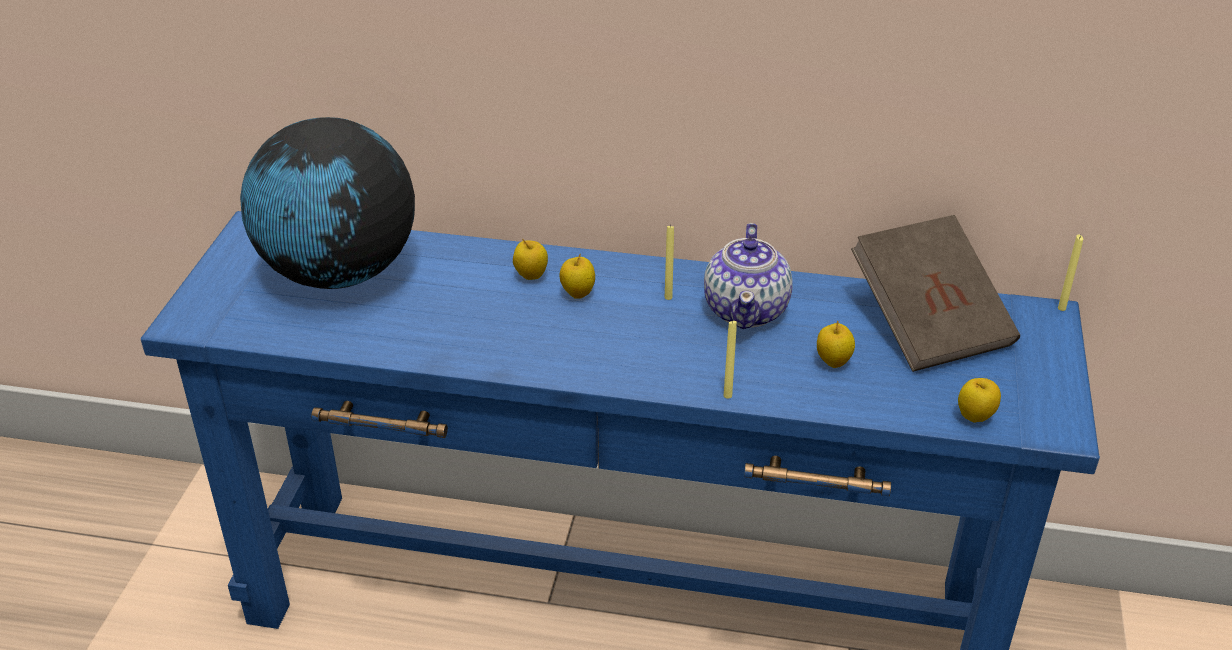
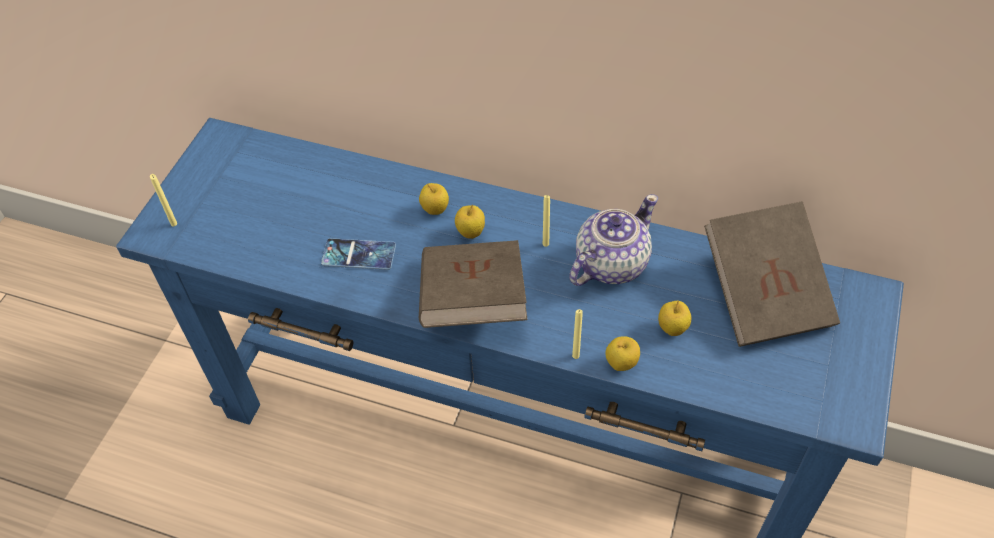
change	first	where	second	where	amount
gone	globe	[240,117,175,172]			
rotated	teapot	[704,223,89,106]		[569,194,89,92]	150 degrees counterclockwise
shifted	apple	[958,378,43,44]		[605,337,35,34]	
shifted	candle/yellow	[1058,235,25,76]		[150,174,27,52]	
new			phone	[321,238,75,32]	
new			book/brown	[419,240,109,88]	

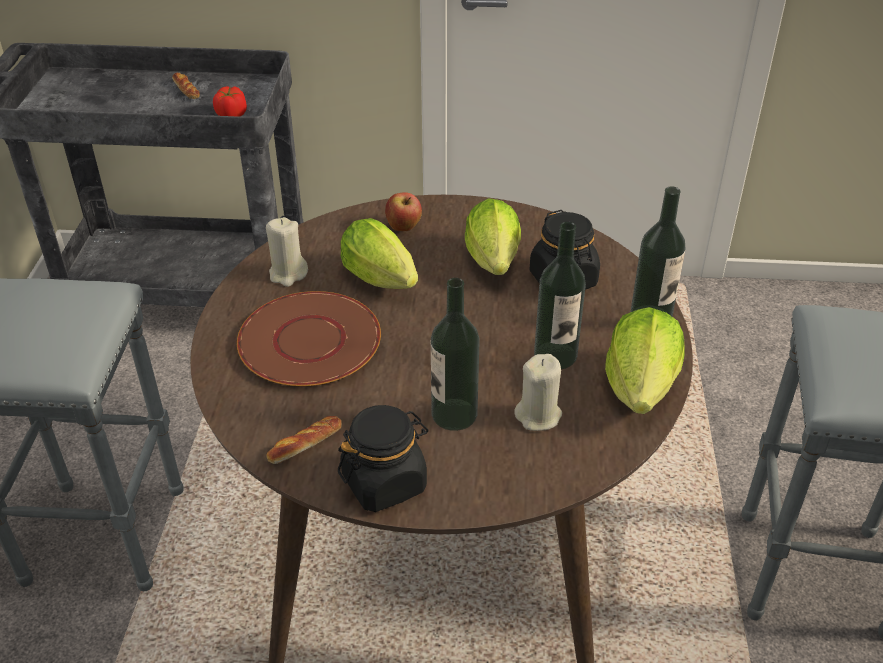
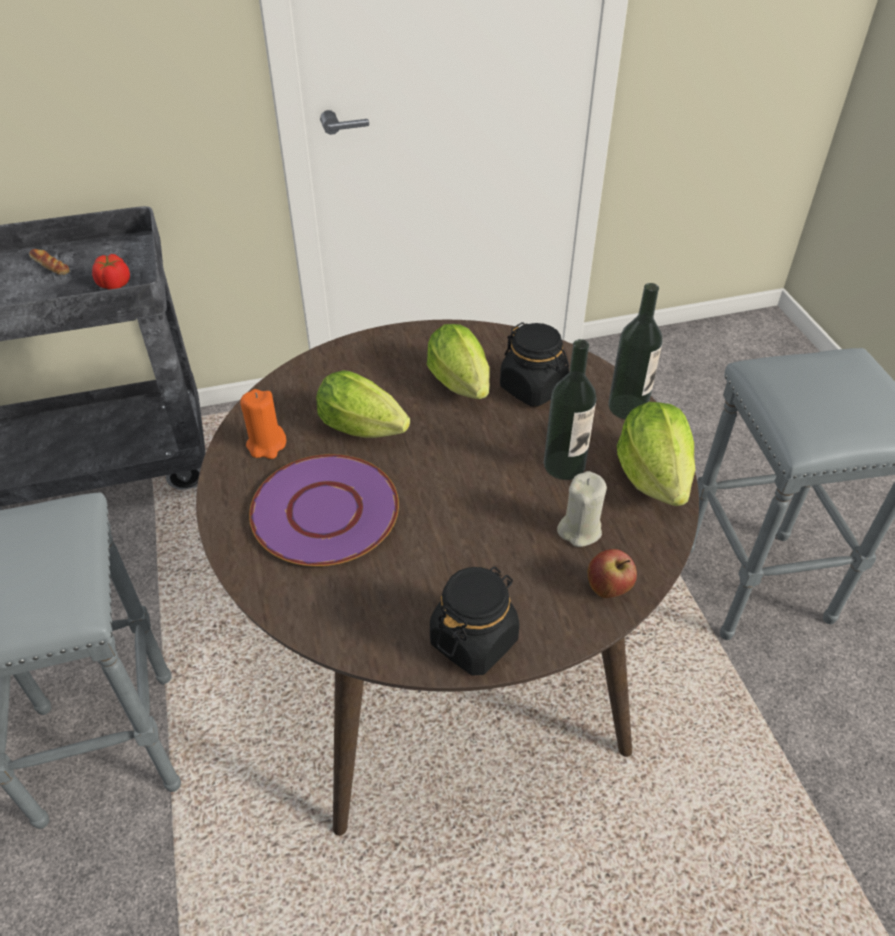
change	first	where	second	where	amount
repainted	plate/brown	[237,291,144,96]	plate/purple	[249,454,150,112]	
repainted	candle/beige	[266,217,42,70]	candle/orange	[240,389,46,70]	
gone	bread	[266,416,76,48]			
shifted	apple	[385,192,37,39]		[587,549,50,49]	
gone	bottle	[431,278,48,153]			

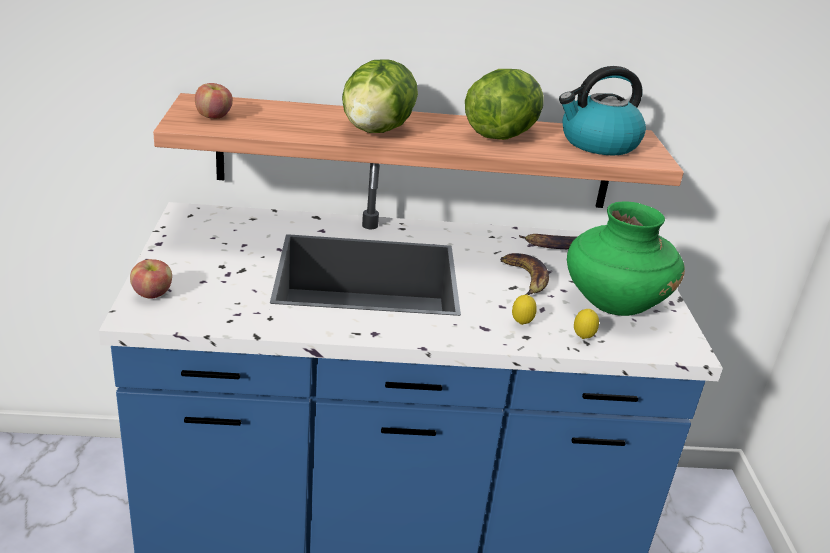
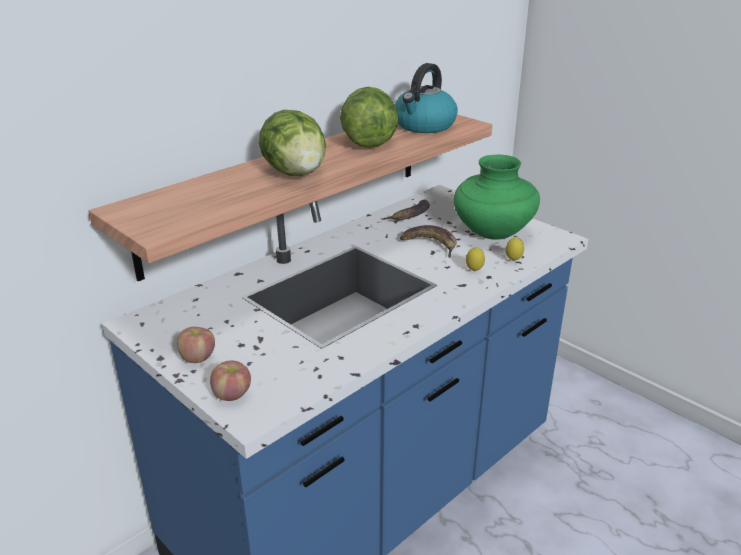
change	first	where	second	where	amount
shifted	apple	[195,83,38,36]		[177,327,38,36]	

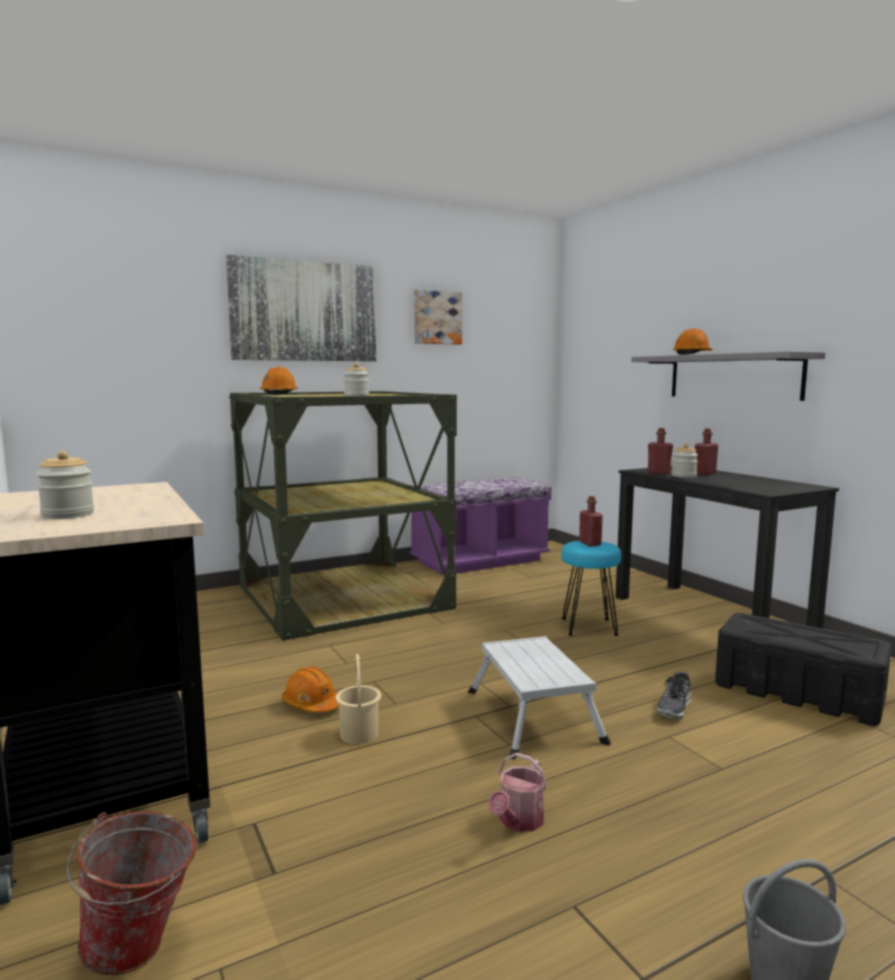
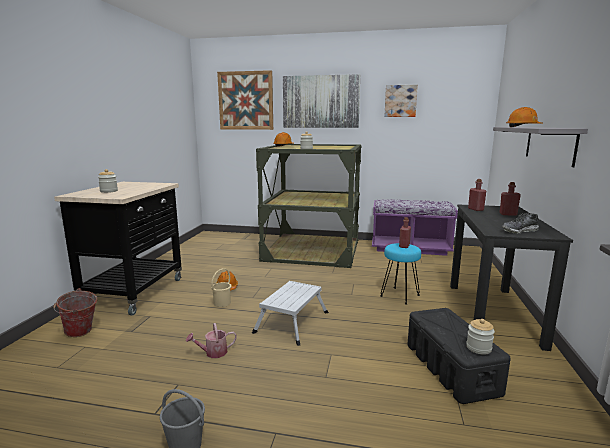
change	first	where	second	where	amount
shifted	shoe	[656,672,35,47]		[502,213,37,20]	
shifted	jar	[672,444,26,34]		[466,319,29,36]	
new			picture	[217,70,56,60]	

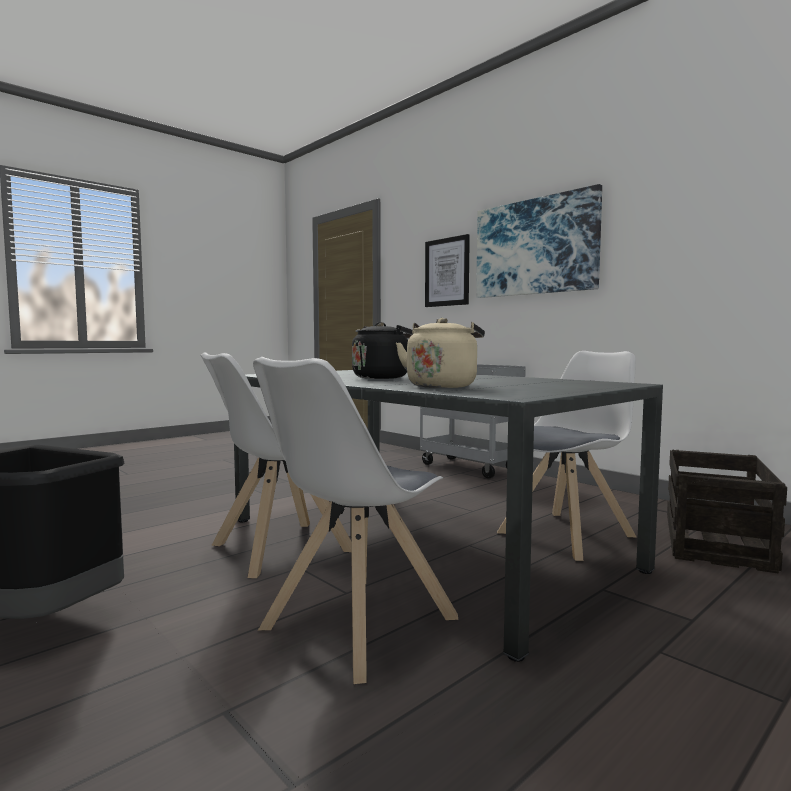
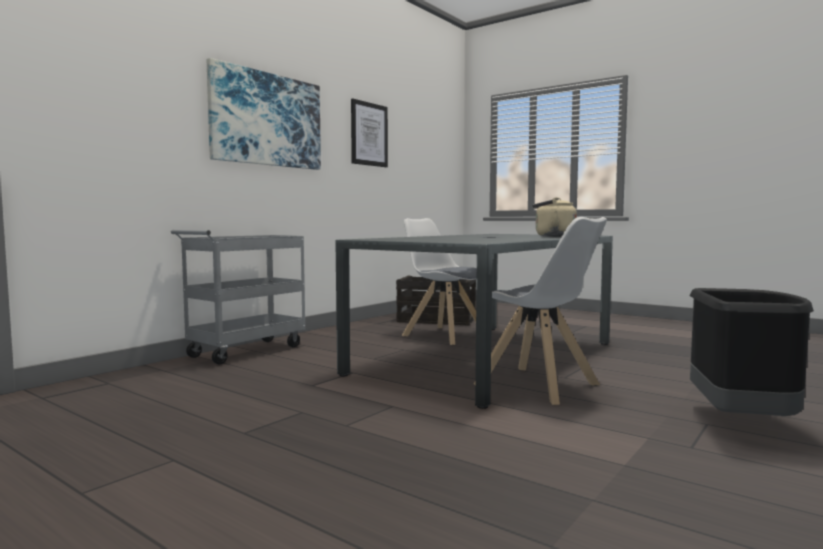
change	first	where	second	where	amount
gone	chair	[253,357,205,327]			
gone	kettle/black	[352,322,61,57]			
shifted	picture	[425,234,45,73]		[351,99,37,68]	

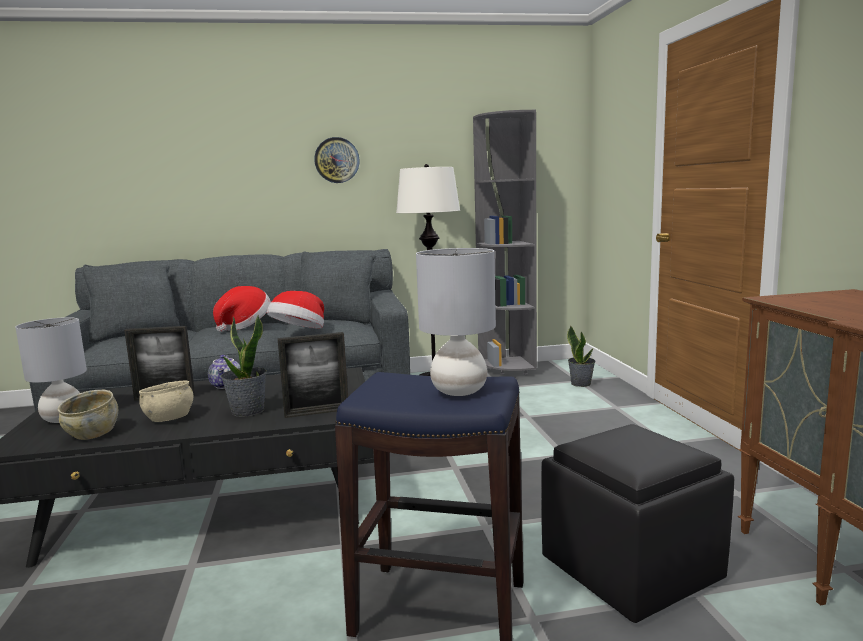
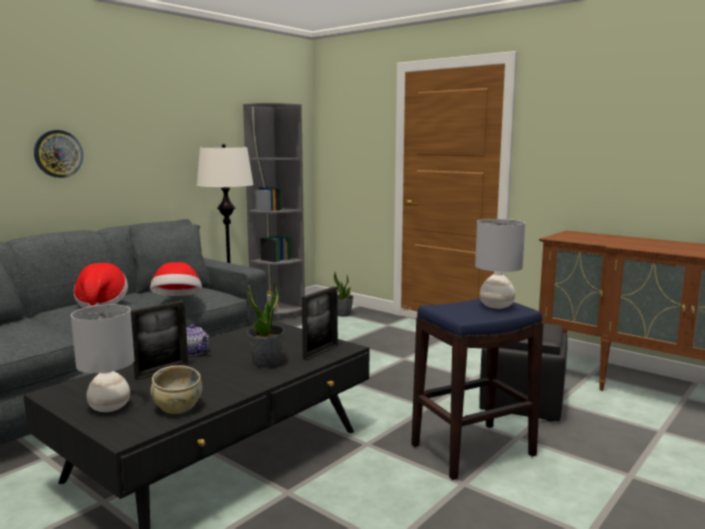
change	first	where	second	where	amount
gone	bowl/beige	[139,381,54,41]			
shifted	wall clock	[314,137,46,46]		[34,130,49,48]	

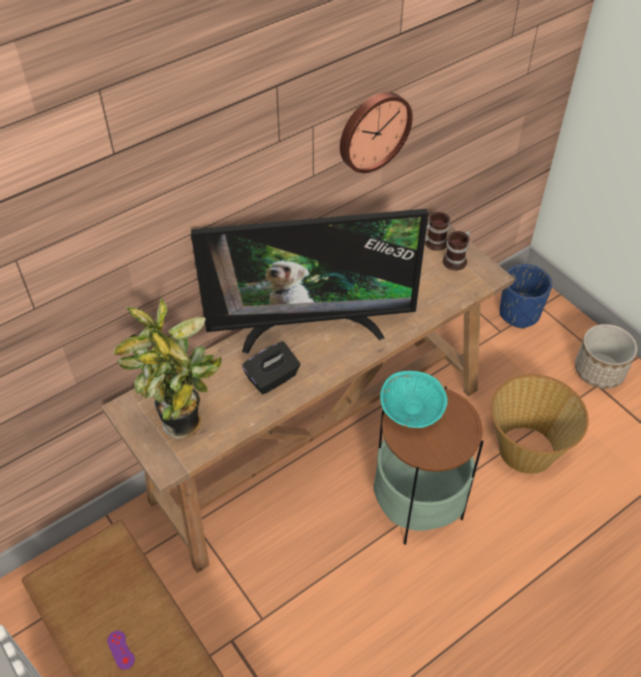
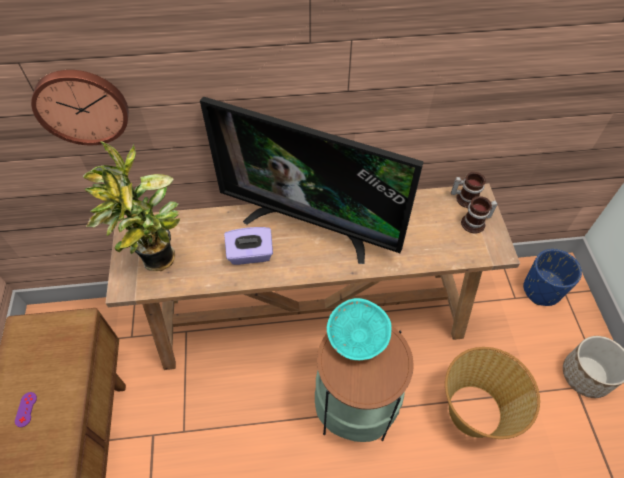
change	first	where	second	where	amount
repainted	tissue box/black	[242,341,58,54]	tissue box/purple	[224,227,49,38]	
shifted	wall clock	[340,92,73,81]		[31,70,98,75]	

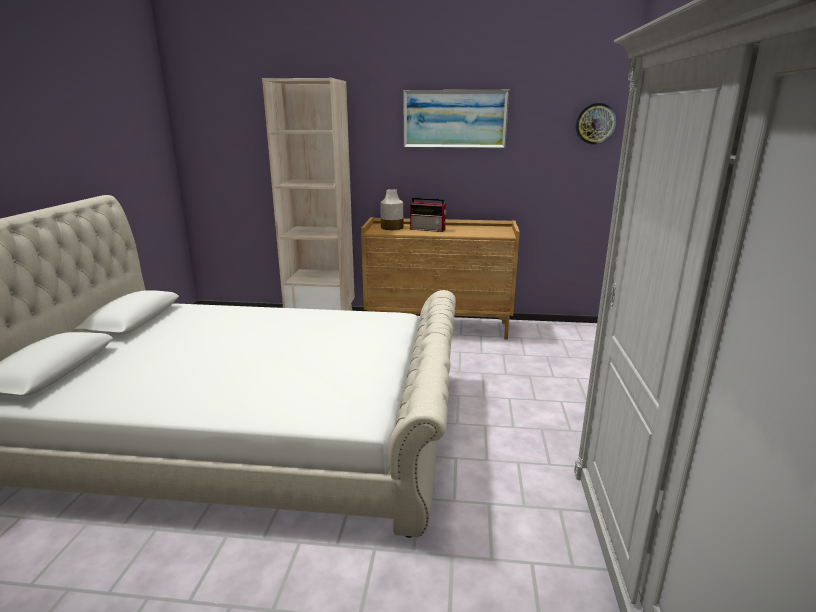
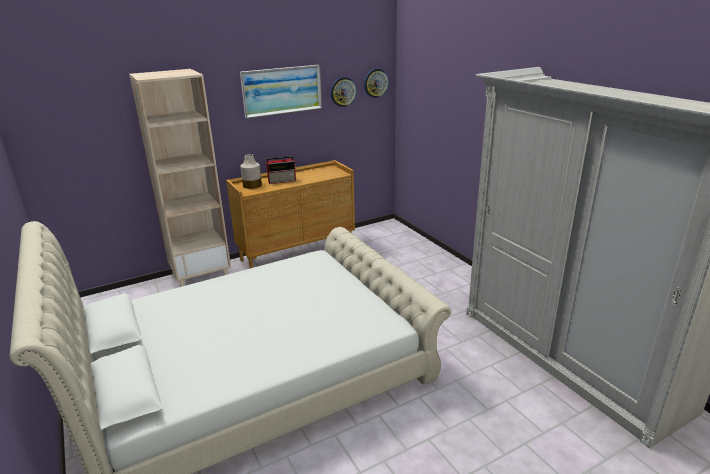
change	first	where	second	where	amount
new			wall clock	[331,77,26,30]	

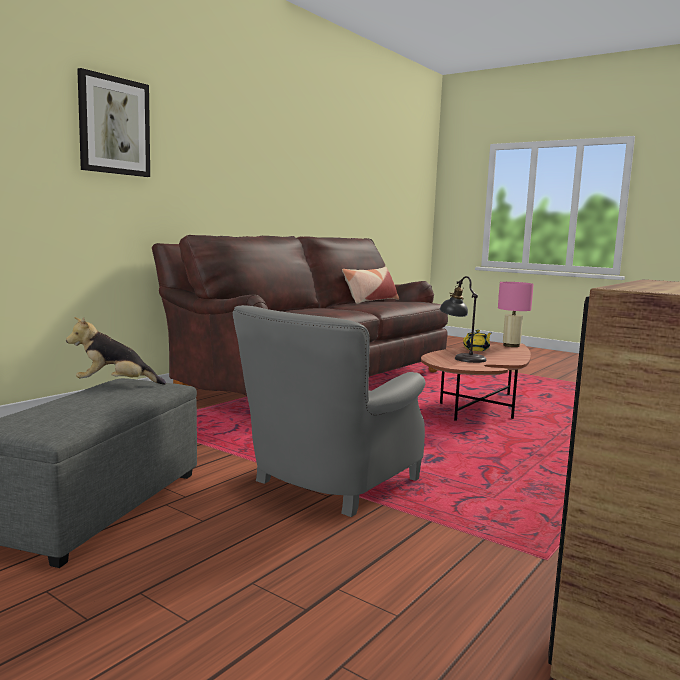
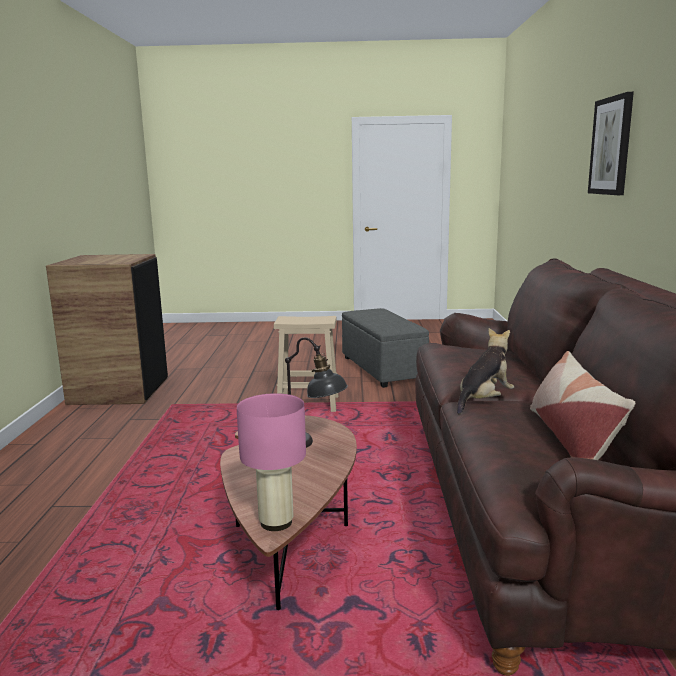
change	first	where	second	where	amount
shifted	plush toy	[66,317,100,68]		[457,328,57,87]	
swapped	armchair/grey	[233,305,192,212]	stool/beige	[274,316,64,96]	
gone	teapot/yellow	[463,330,28,21]			

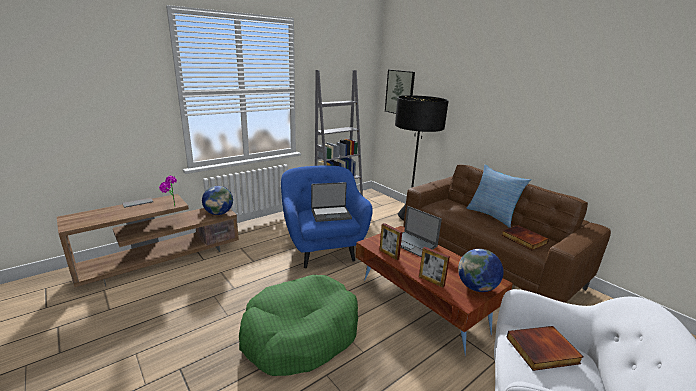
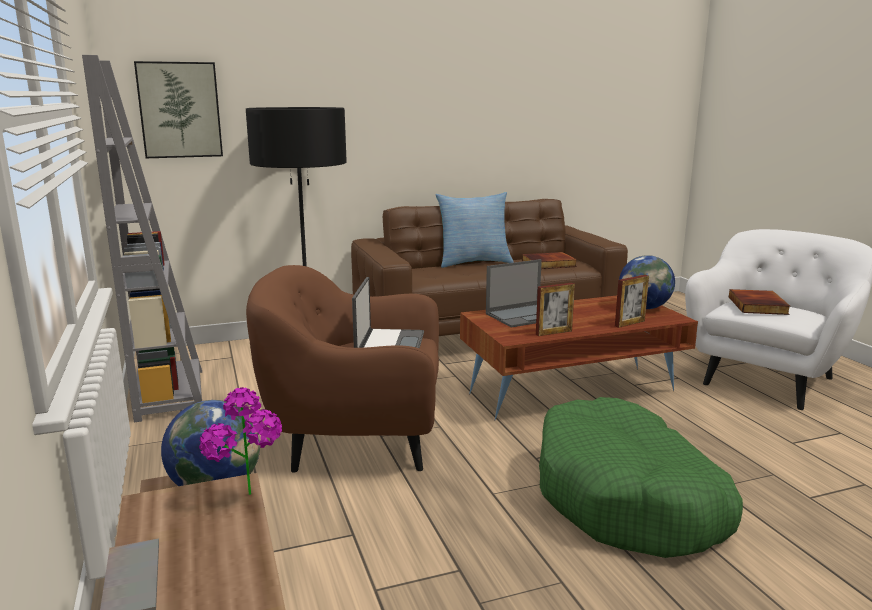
change	first	where	second	where	amount
repainted	armchair/blue	[281,166,92,102]	armchair/brown	[246,265,193,208]	

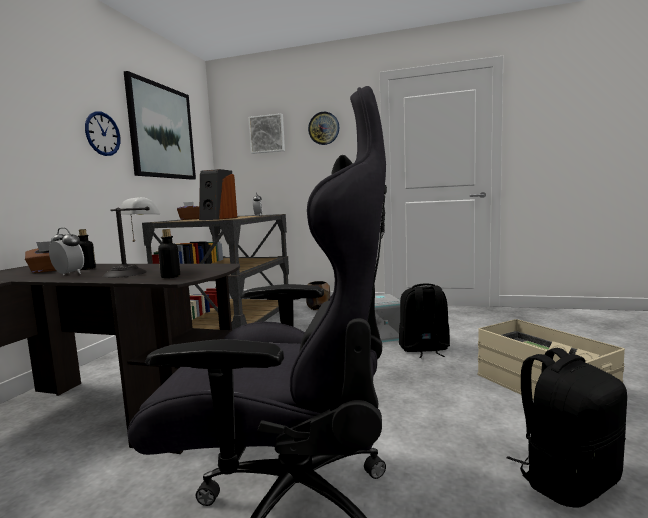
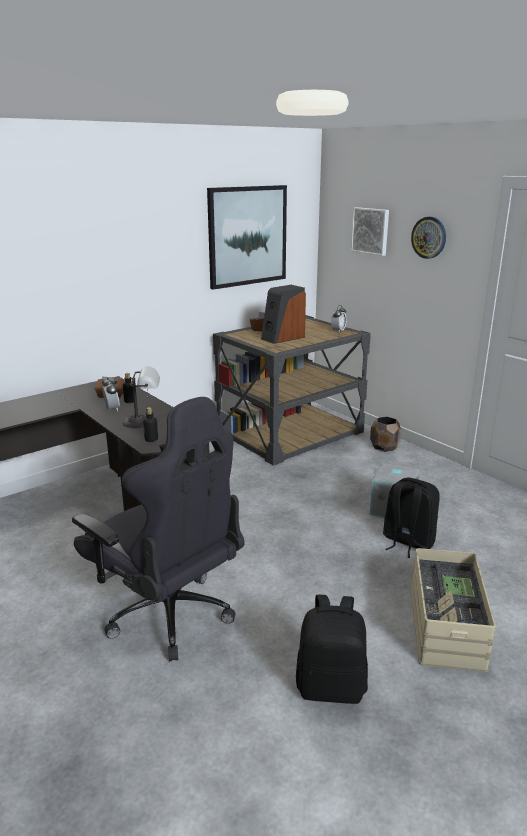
change	first	where	second	where	amount
gone	wall clock	[85,111,35,45]			

